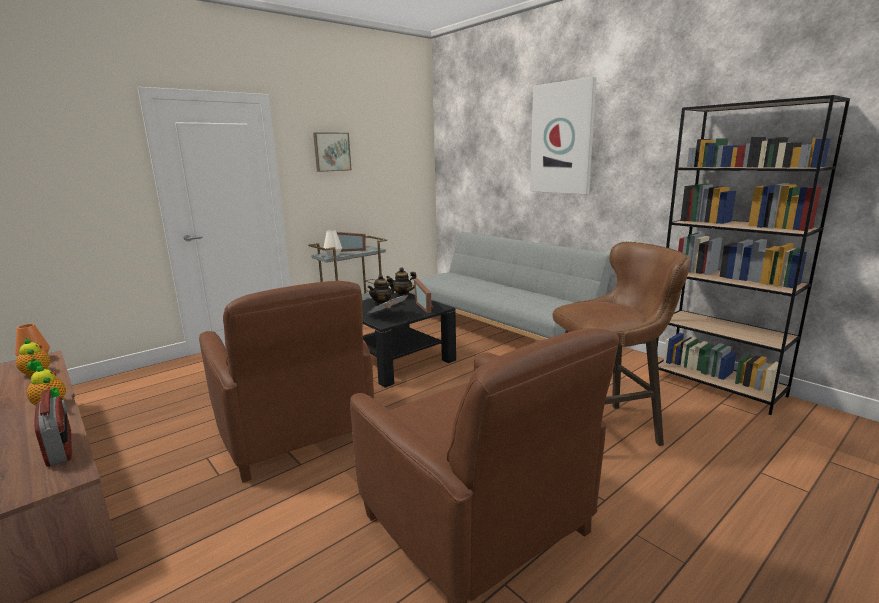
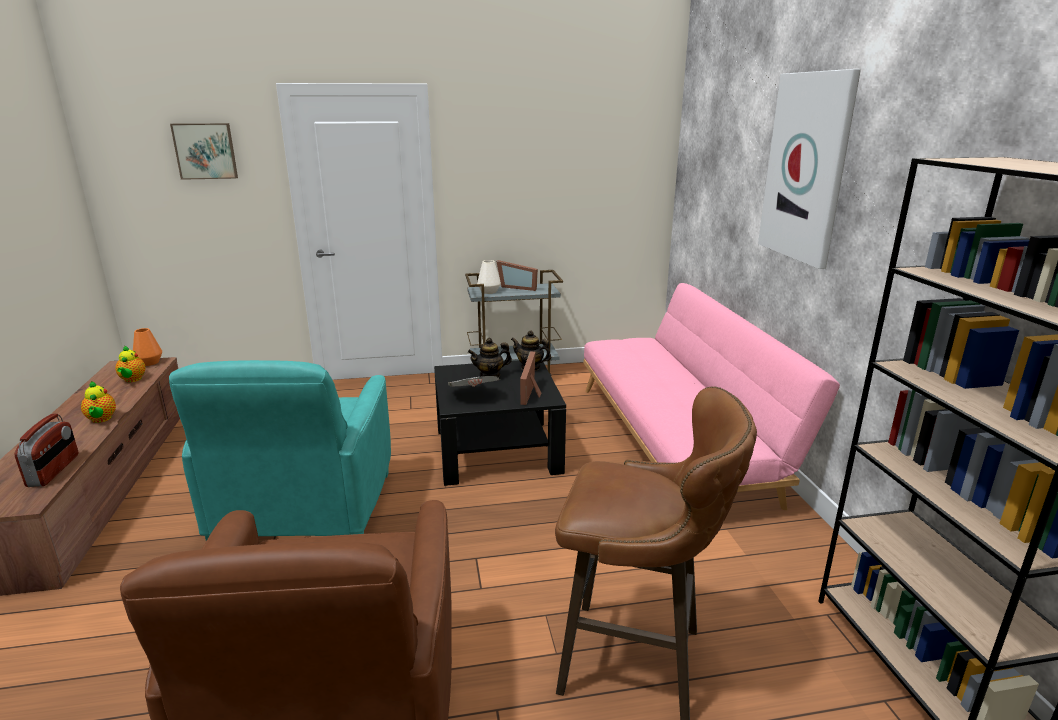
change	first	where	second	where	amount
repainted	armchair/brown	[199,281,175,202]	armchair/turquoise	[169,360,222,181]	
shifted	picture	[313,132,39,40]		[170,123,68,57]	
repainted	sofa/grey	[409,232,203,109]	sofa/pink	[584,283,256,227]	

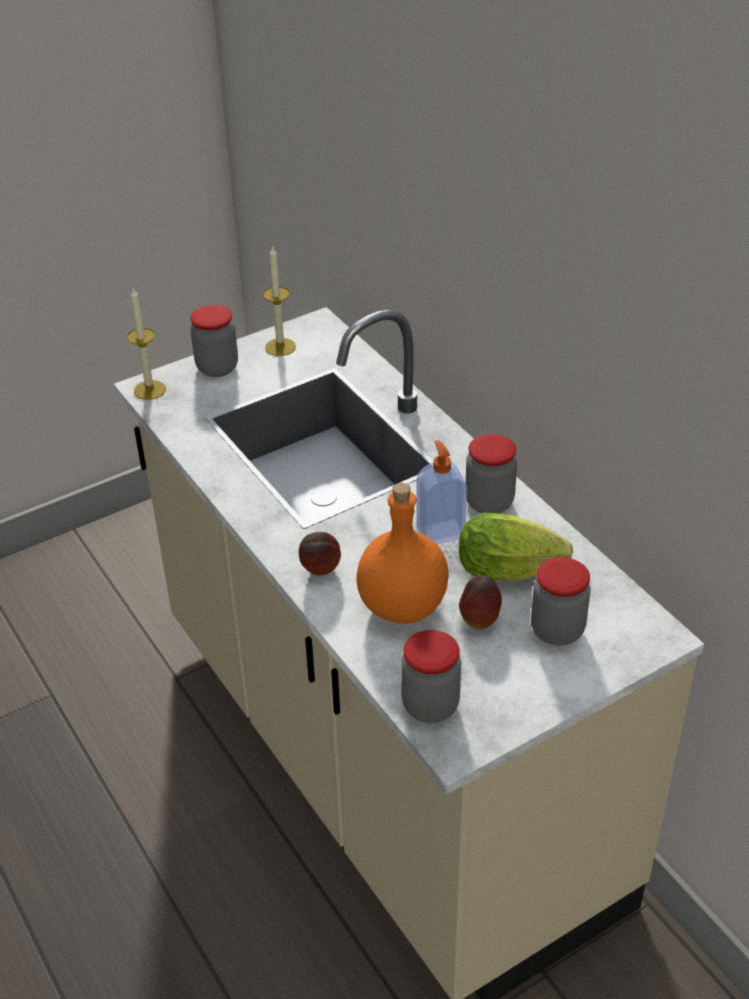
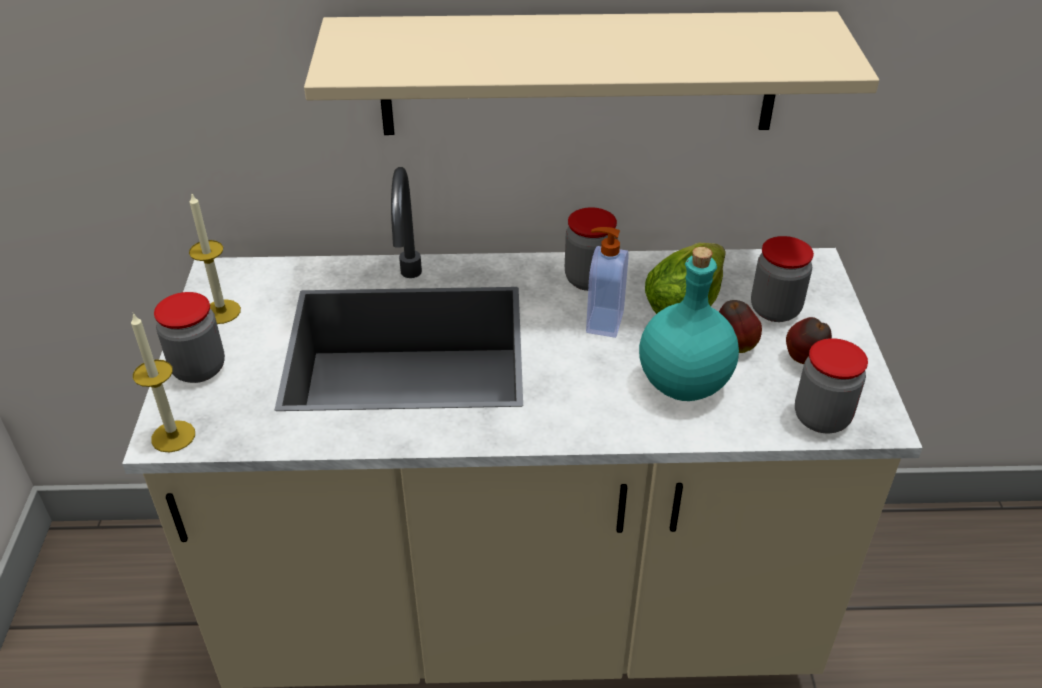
change	first	where	second	where	amount
shifted	apple	[299,532,42,43]		[786,317,46,47]	
repainted	bottle/orange	[356,483,93,141]	bottle/turquoise	[639,247,100,154]	
new			shelf/beige	[304,12,575,123]	

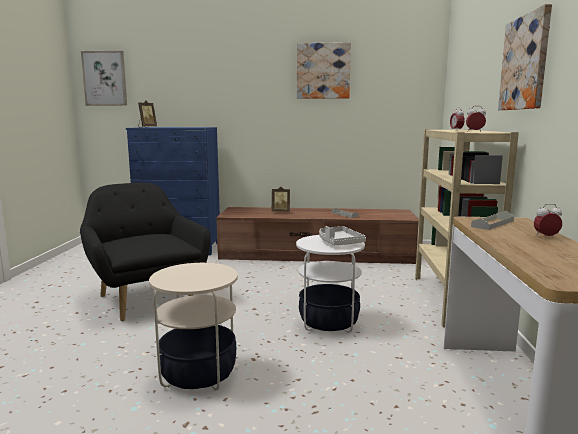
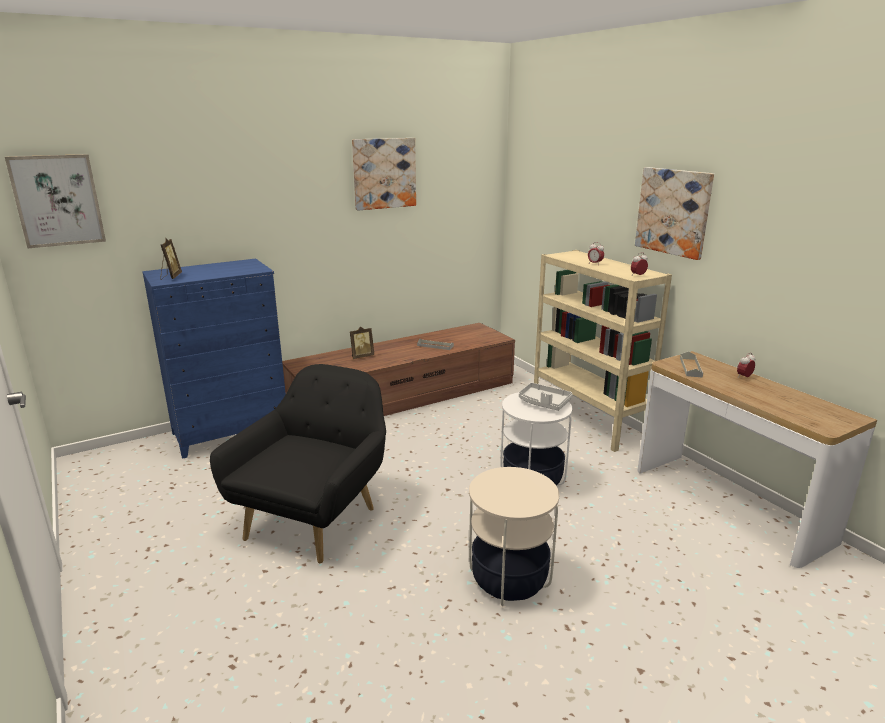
change	first	where	second	where	amount
rotated	armchair/black	[80,182,131,139]		[210,364,176,199]	90 degrees clockwise

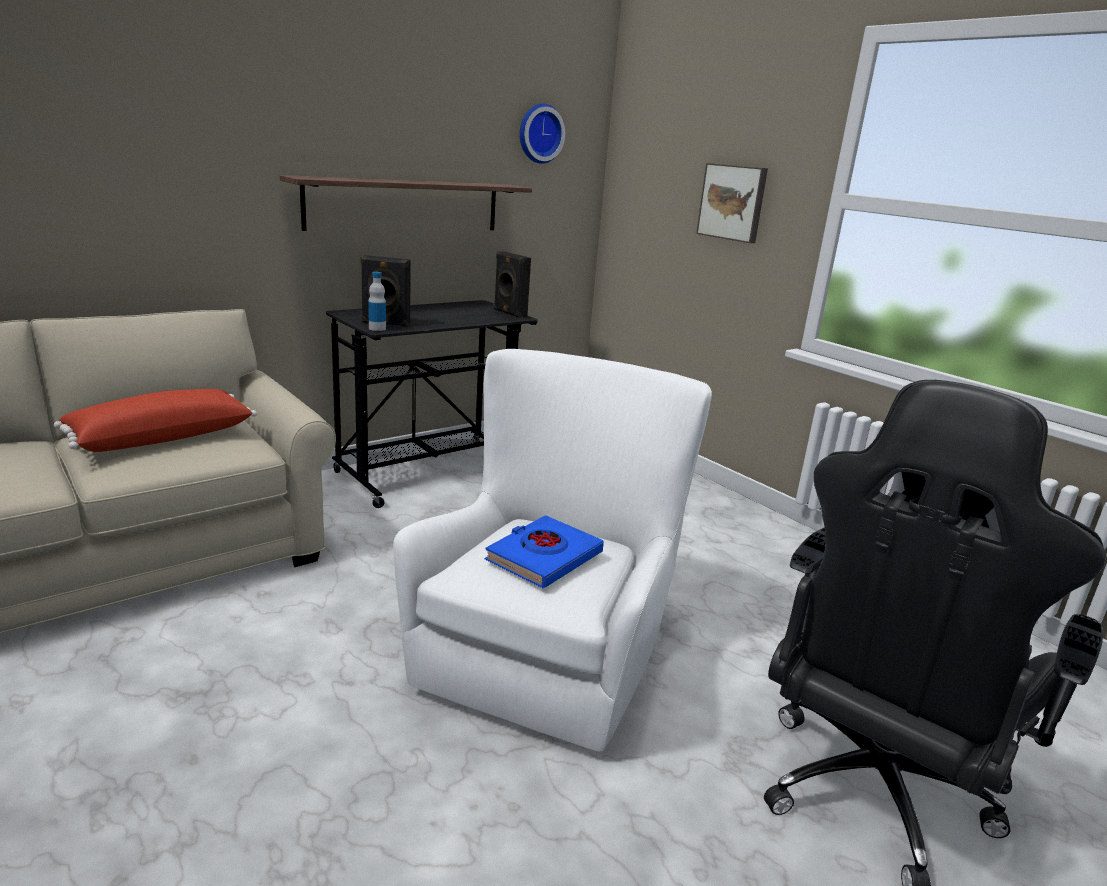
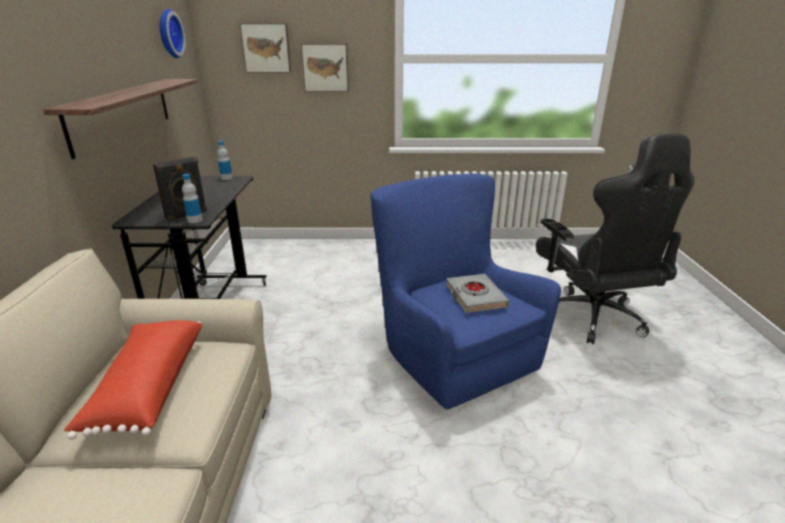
change	first	where	second	where	amount
repainted	armchair/white	[393,349,319,403]	armchair/blue	[371,174,190,236]	
repainted	book/blue	[485,515,119,73]	book/grey	[446,274,63,39]	
swapped	speaker/black	[494,251,37,67]	bottle	[217,141,16,39]	
new			picture	[239,23,52,50]	

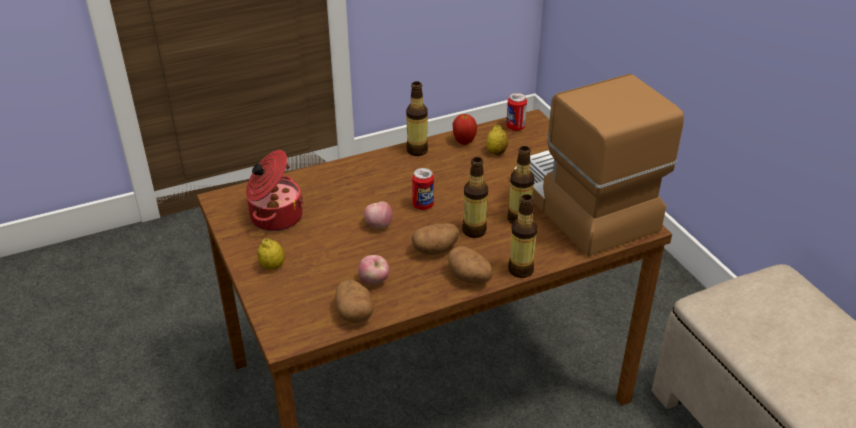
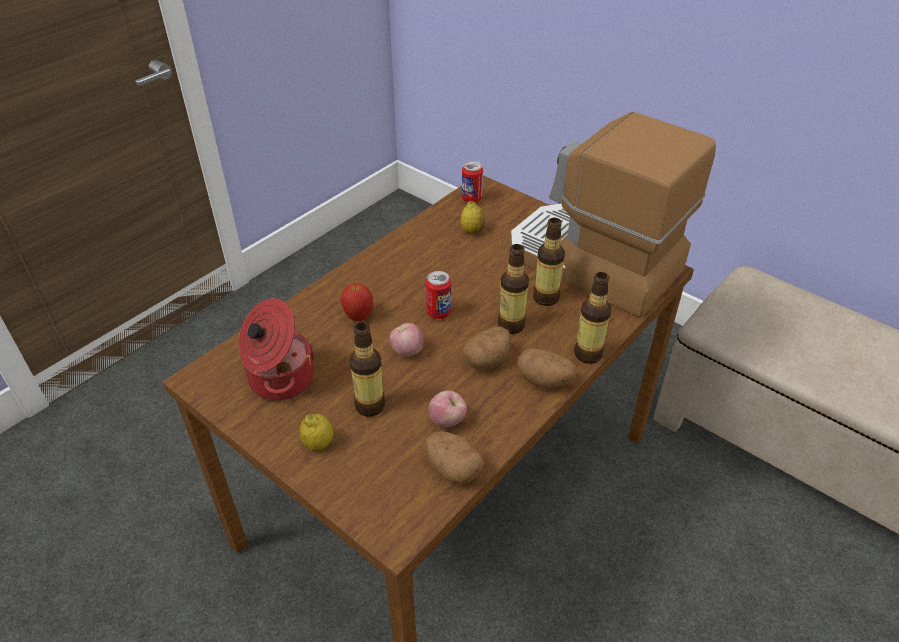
change	first	where	second	where	amount
shifted	bottle	[406,81,22,75]		[349,322,36,95]	
shifted	apple	[453,114,24,31]		[340,283,33,38]	

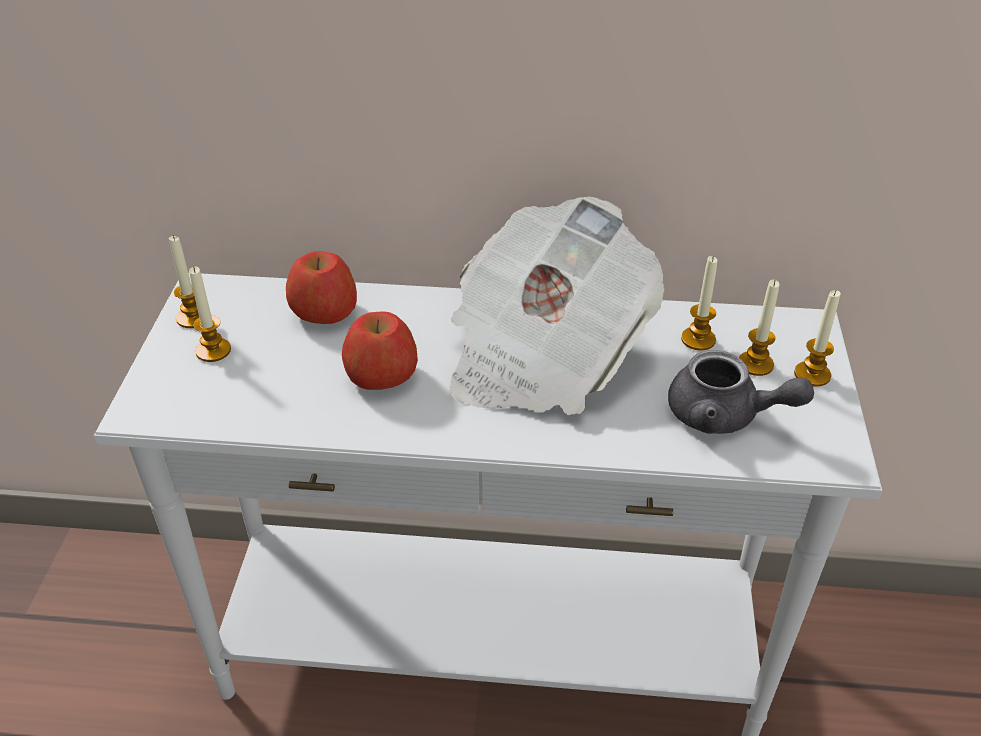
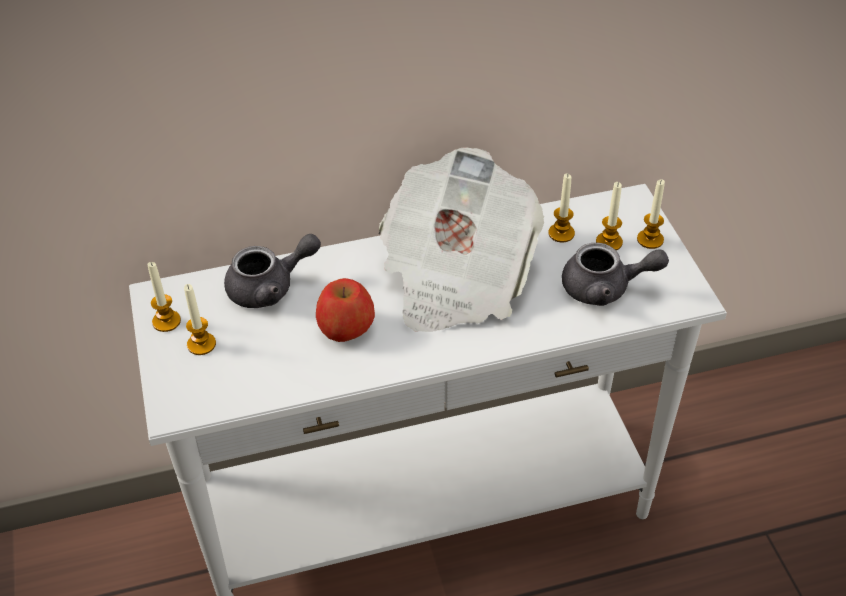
change	first	where	second	where	amount
swapped	apple	[286,251,71,73]	teapot/grey	[224,234,97,74]	

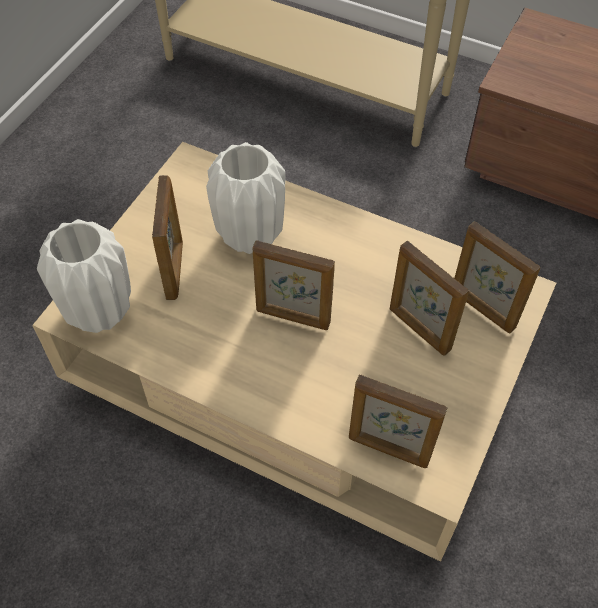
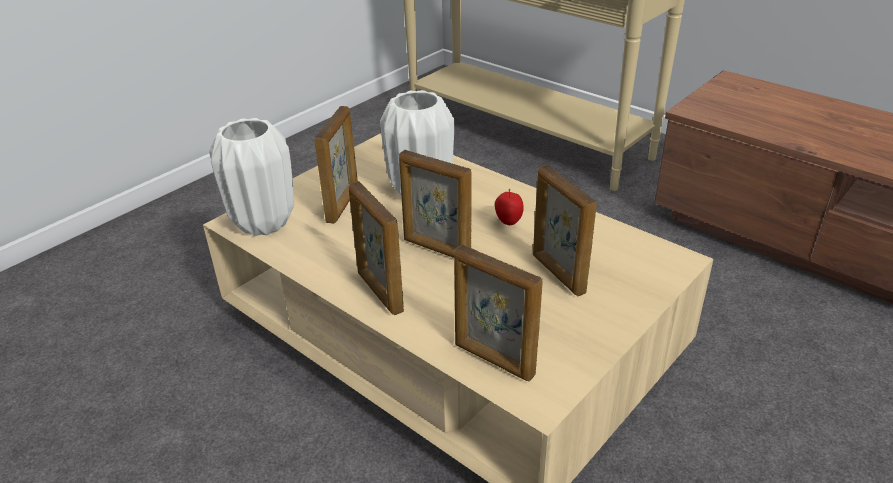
change	first	where	second	where	amount
shifted	picture frame	[454,221,87,112]		[349,181,55,134]	
new			apple	[495,189,29,36]	

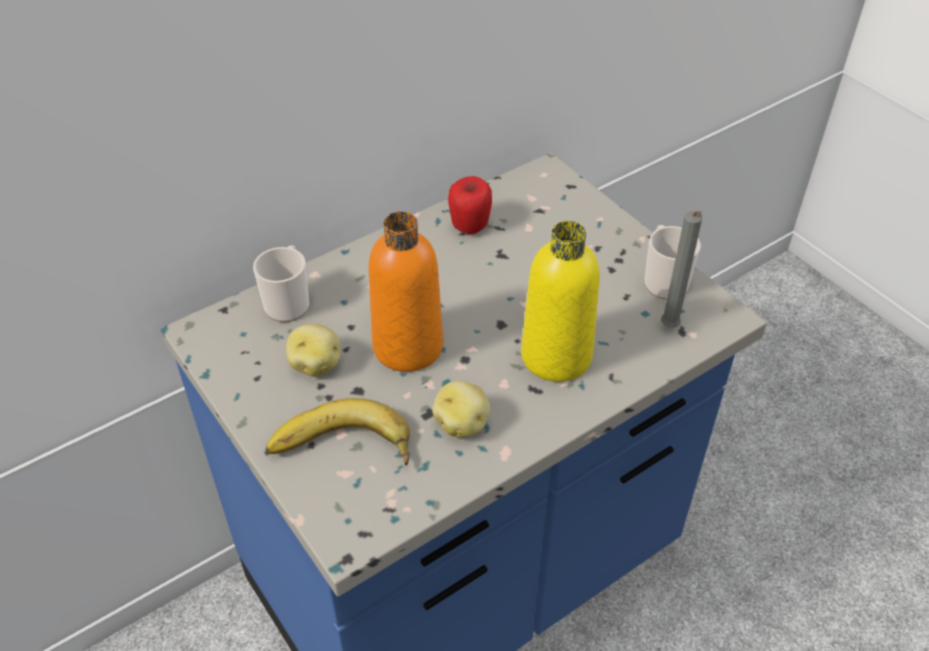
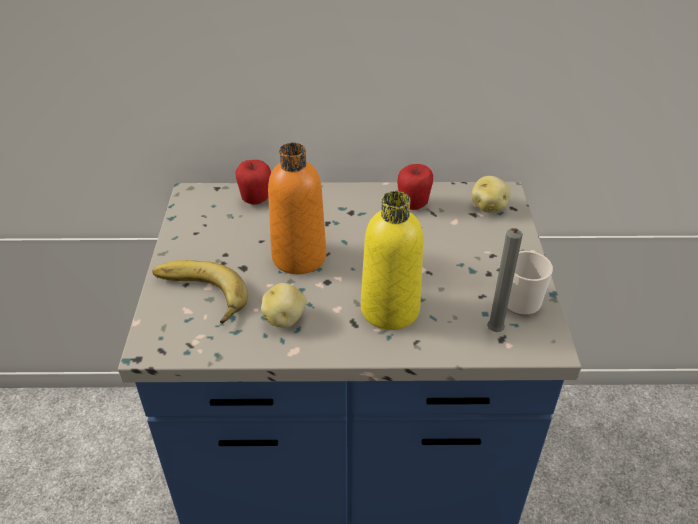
change	first	where	second	where	amount
swapped	mug	[253,245,56,77]	apple	[235,160,36,45]	
shifted	potato	[286,324,55,53]		[471,176,40,37]	

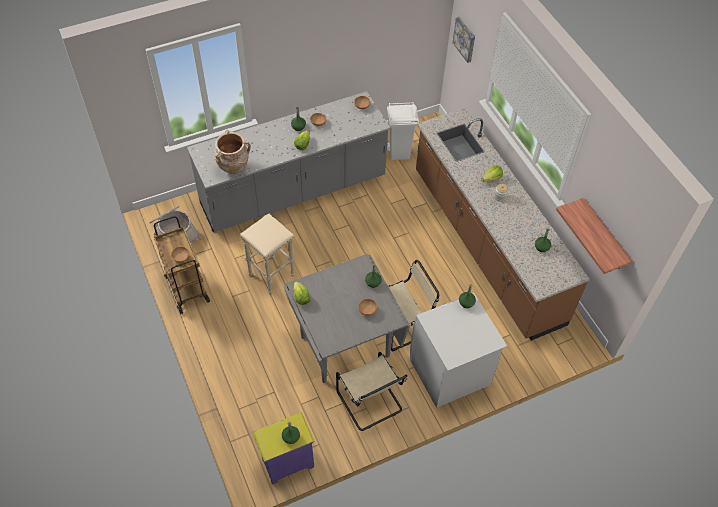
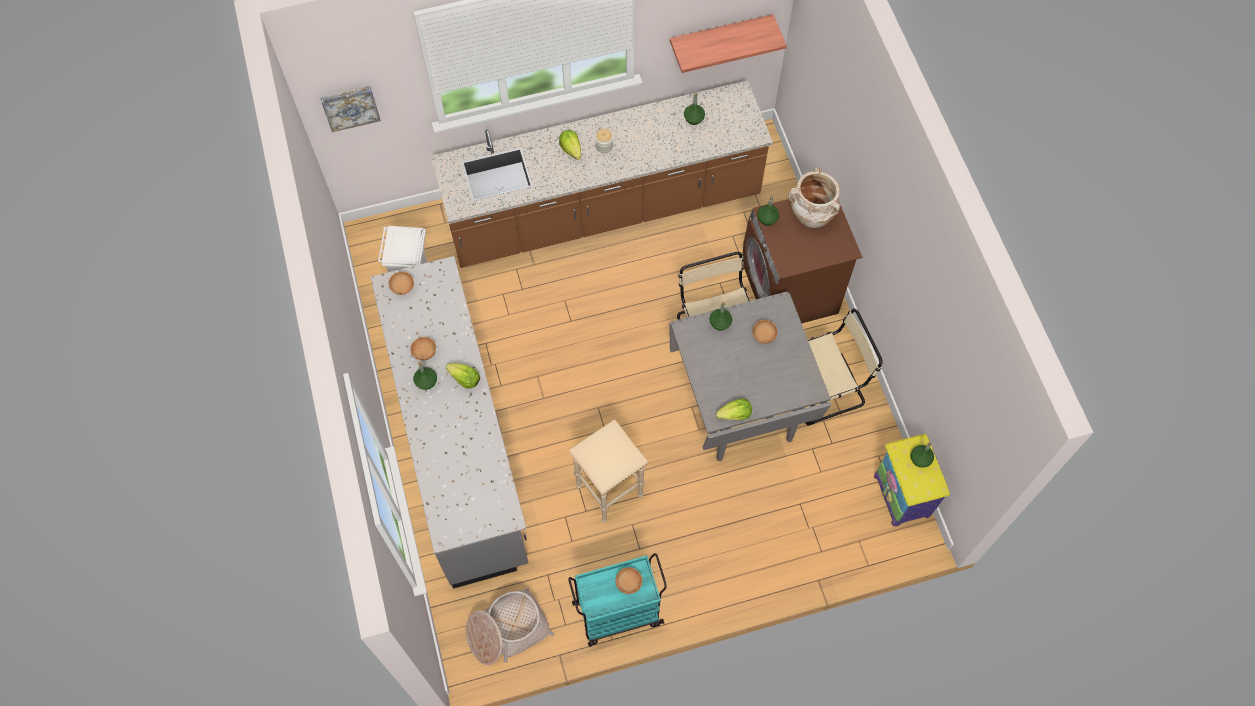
change	first	where	second	where	amount
repainted	cart/brown	[154,216,56,98]	cart/turquoise	[568,553,99,94]	
shifted	vase/beige	[213,129,38,45]		[789,167,52,61]	
repainted	washing machine/white	[410,293,97,115]	washing machine/brown	[743,199,120,124]	

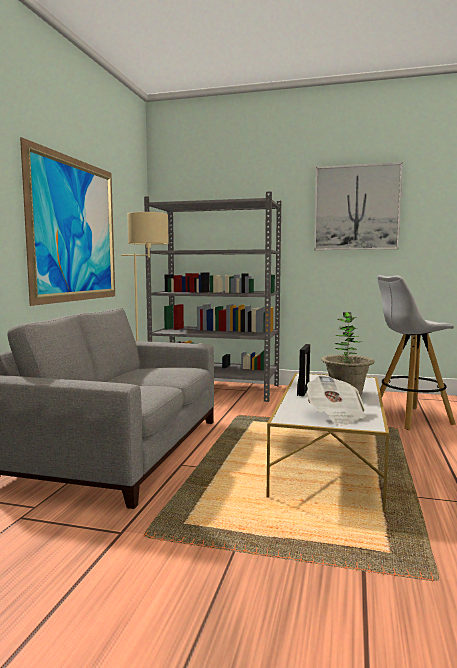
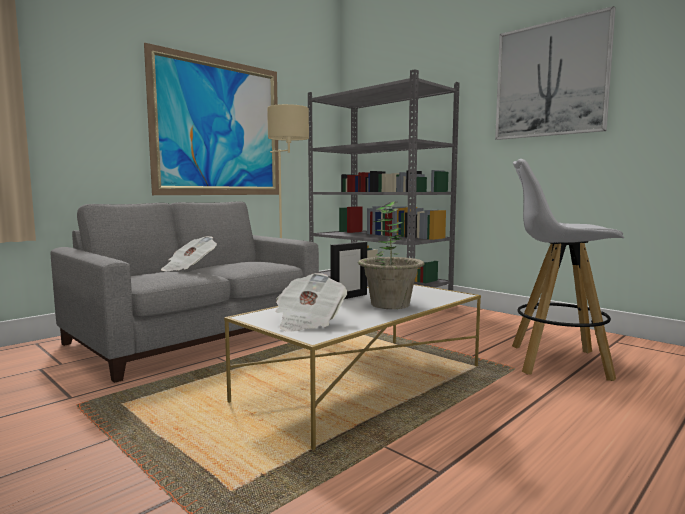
change	first	where	second	where	amount
new			newspaper	[161,236,56,35]	

